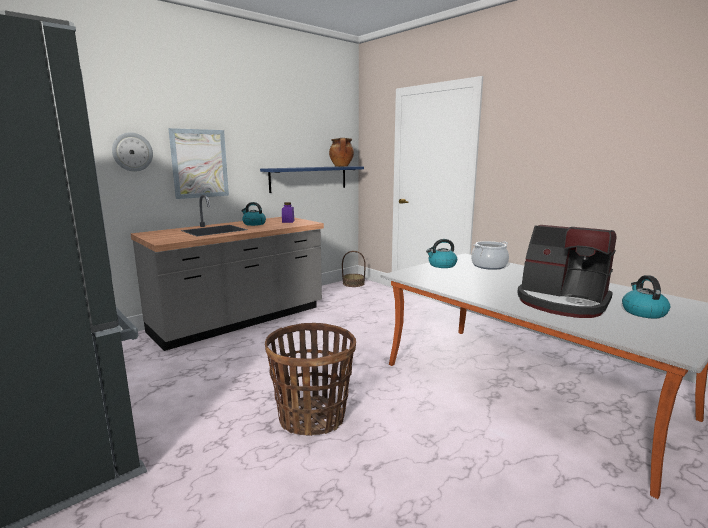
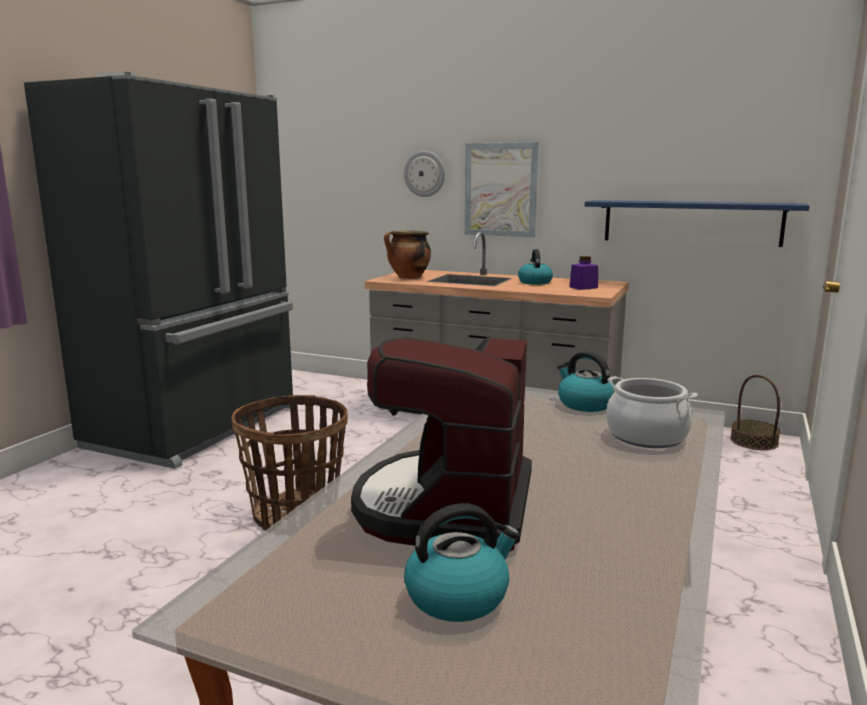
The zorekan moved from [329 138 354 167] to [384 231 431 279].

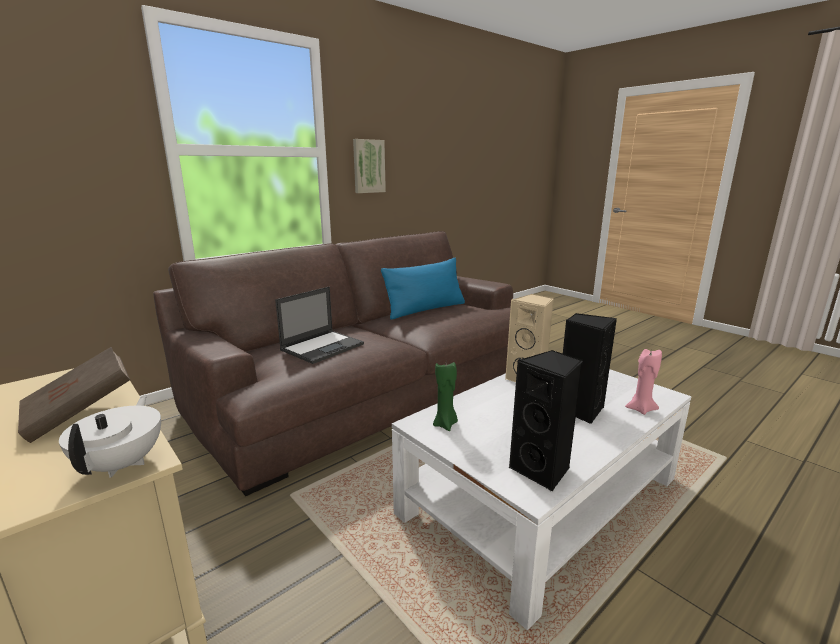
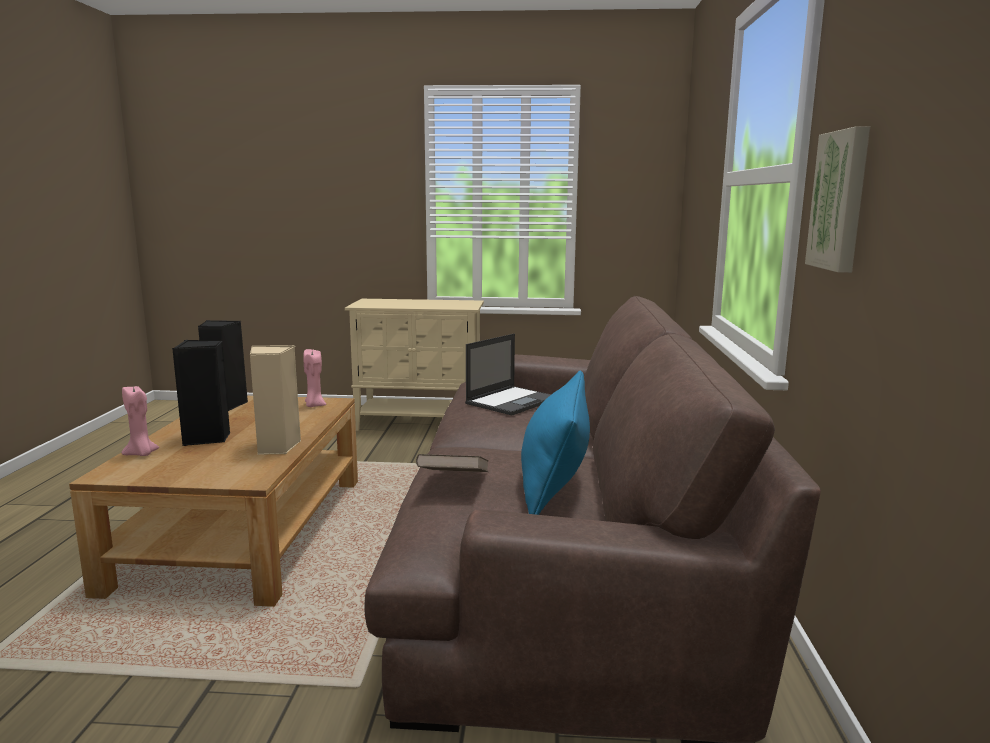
The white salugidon at [59 395 161 478] disappeared. The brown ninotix moved from [18 347 130 443] to [416 454 489 472]. The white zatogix at [392 369 691 630] became the brown zatogix at [69 396 358 607]. The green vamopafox at [433 362 458 431] became the pink vamopafox at [303 349 326 407]. The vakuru at [275 286 364 364] turned 135 degrees counterclockwise.

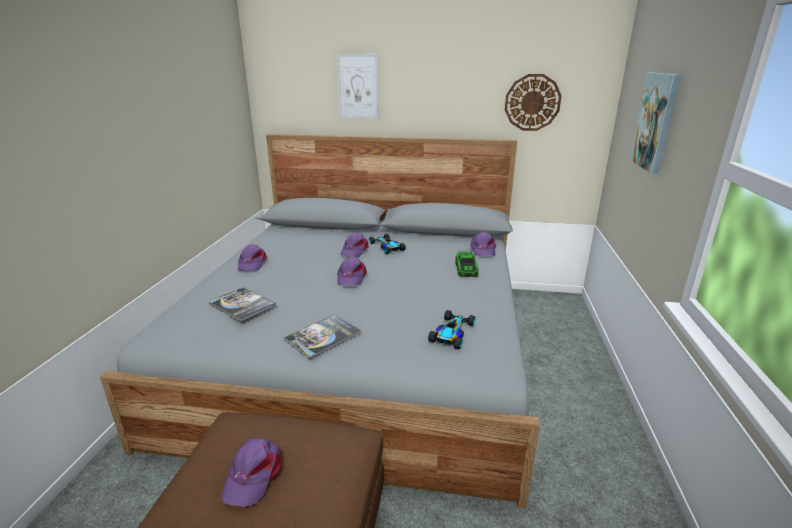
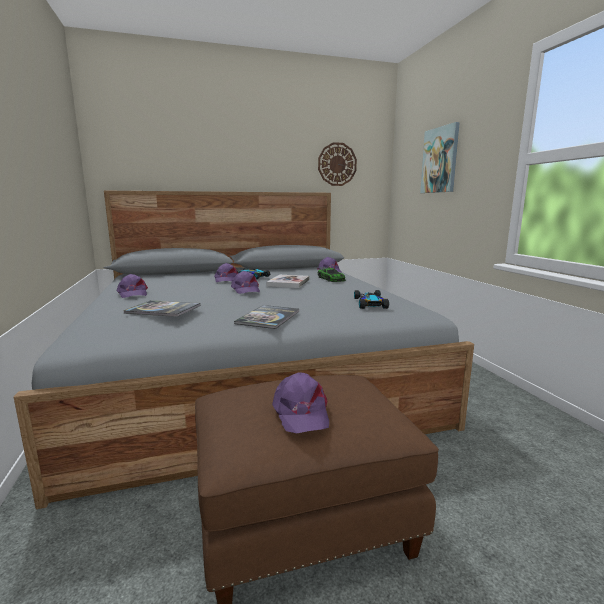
The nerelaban at [336 54 379 119] disappeared. The ninotix at [266 275 309 288] appeared.

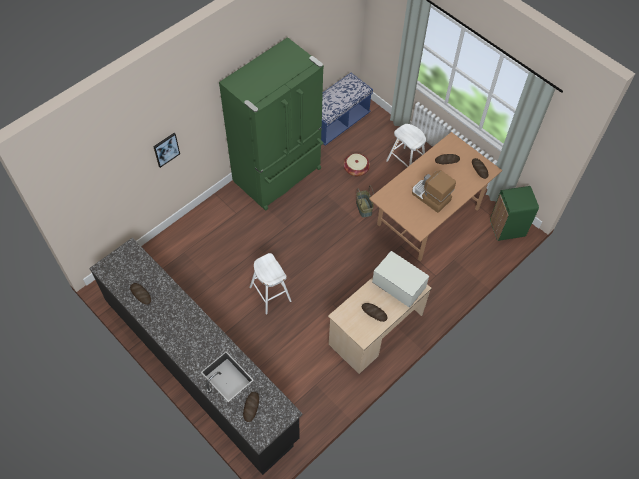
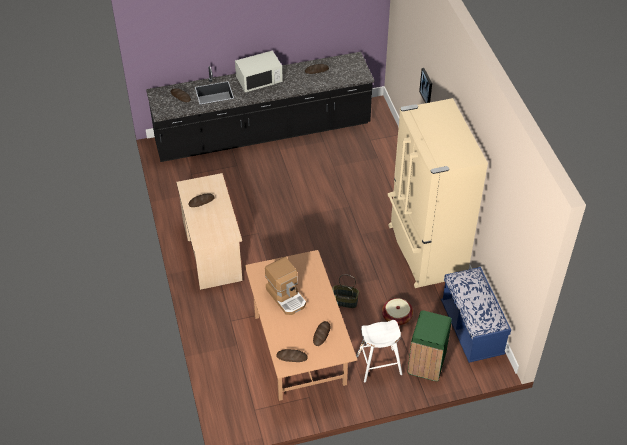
The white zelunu at [249 253 291 314] disappeared. The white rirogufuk moved from [372 251 429 308] to [235 50 283 92]. The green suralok moved from [490 186 539 241] to [408 310 452 381]. The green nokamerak at [219 37 324 211] became the beige nokamerak at [388 98 488 288]. The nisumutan at [412 170 456 213] turned 75 degrees clockwise.

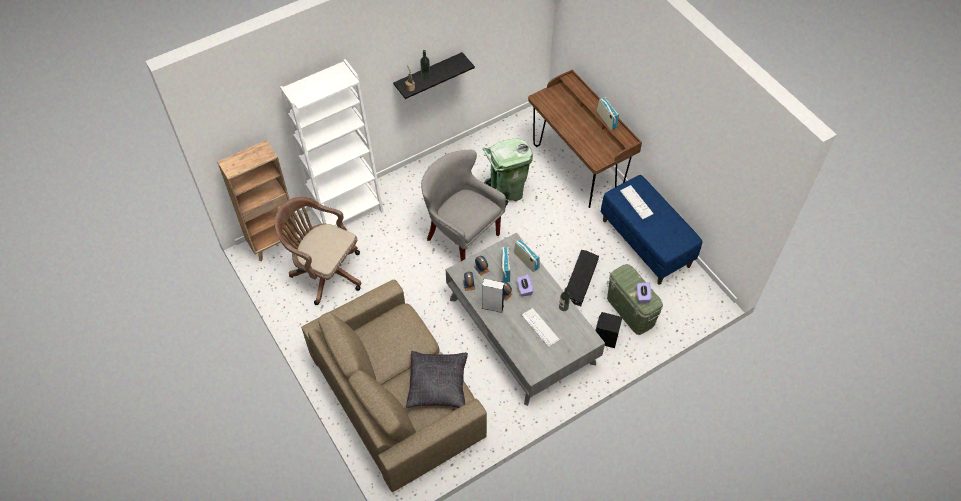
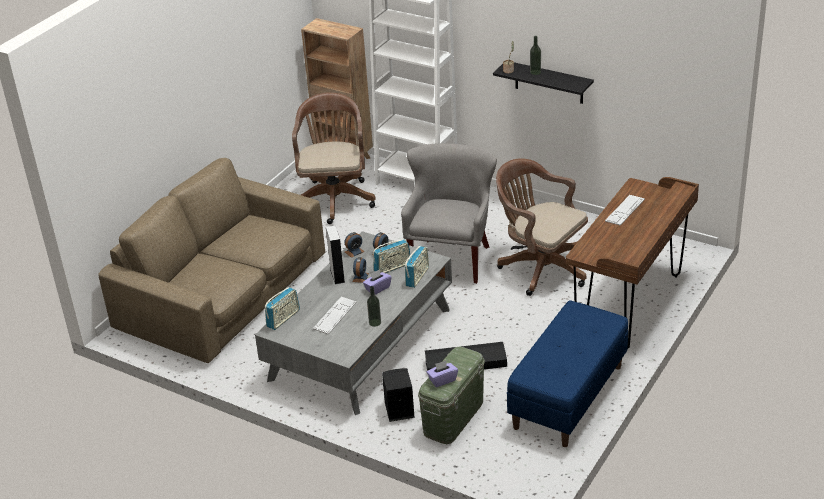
The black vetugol at [406 351 468 408] disappeared. The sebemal moved from [597 97 619 130] to [265 287 300 330]. The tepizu moved from [620 185 654 220] to [605 195 645 226]. The green suralok at [483 138 533 208] was replaced by the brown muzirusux at [496 158 588 296].

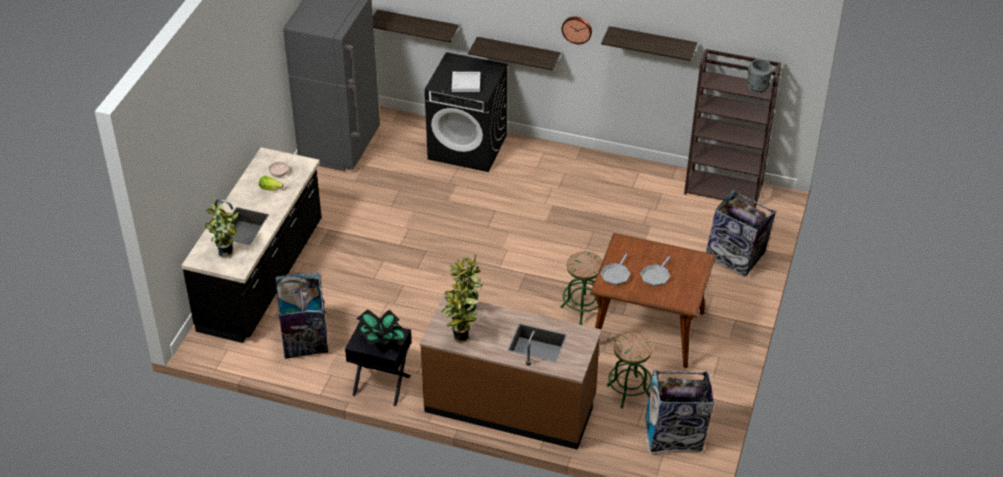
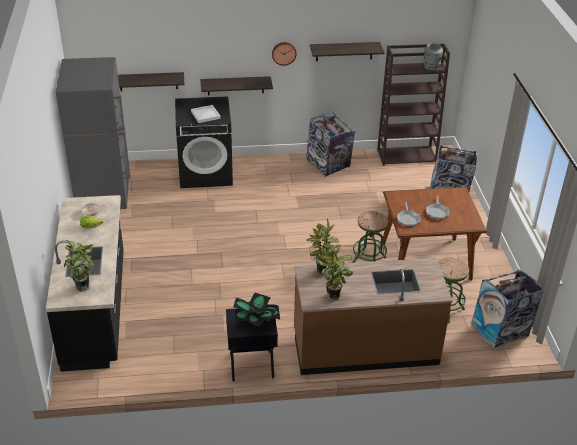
The suralok moved from [275 273 329 359] to [306 113 356 177].

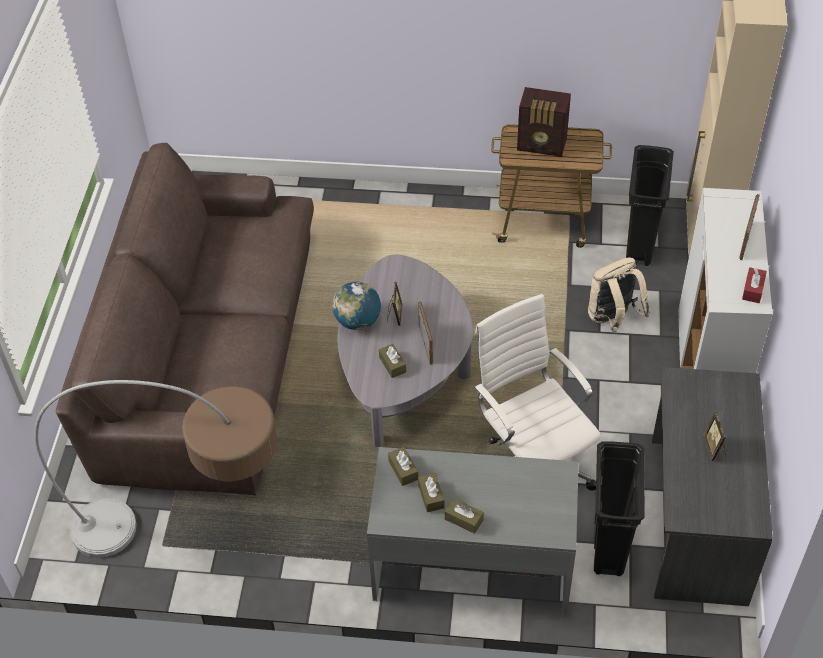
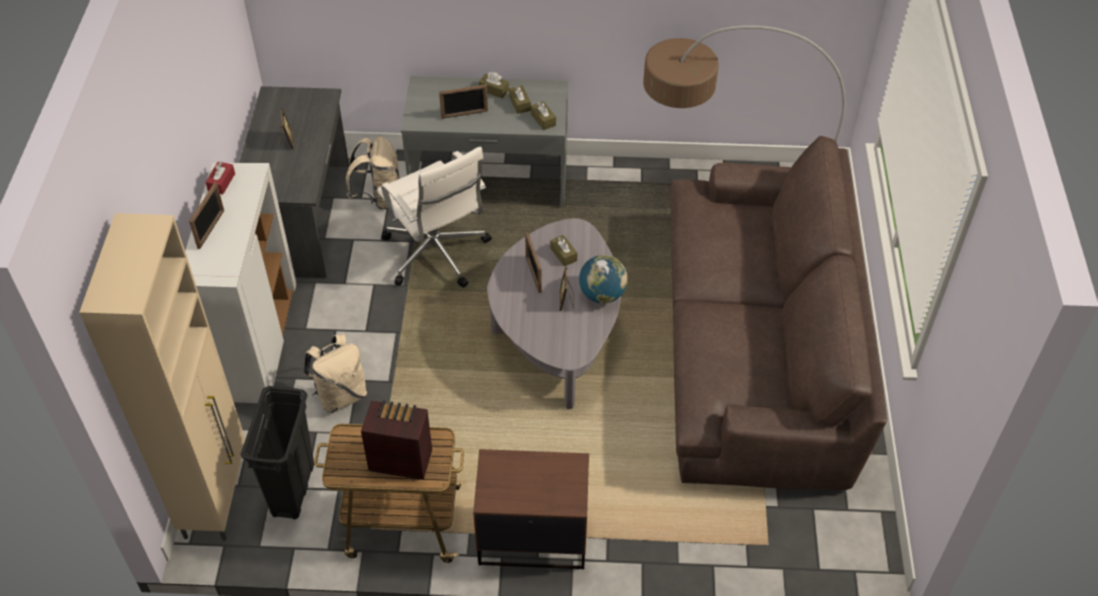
The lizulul at [439 84 488 119] appeared. The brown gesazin at [473 449 589 570] appeared. The black suralok at [594 441 645 576] was replaced by the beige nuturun at [346 137 399 210].

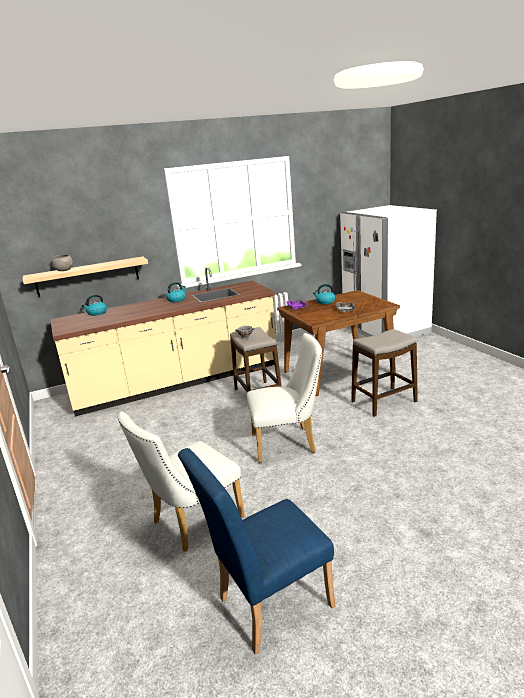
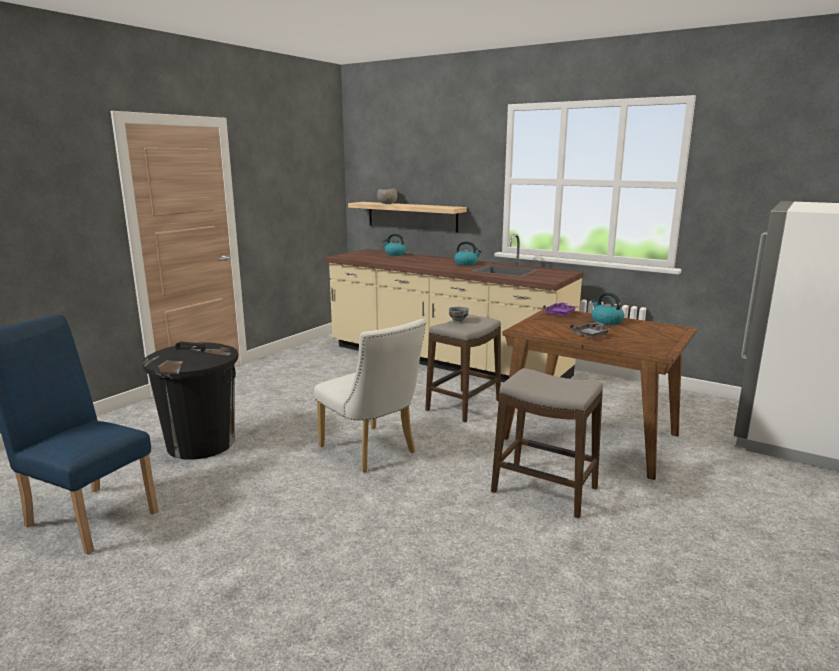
The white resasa at [118 411 245 552] was replaced by the black suralok at [142 342 238 460].

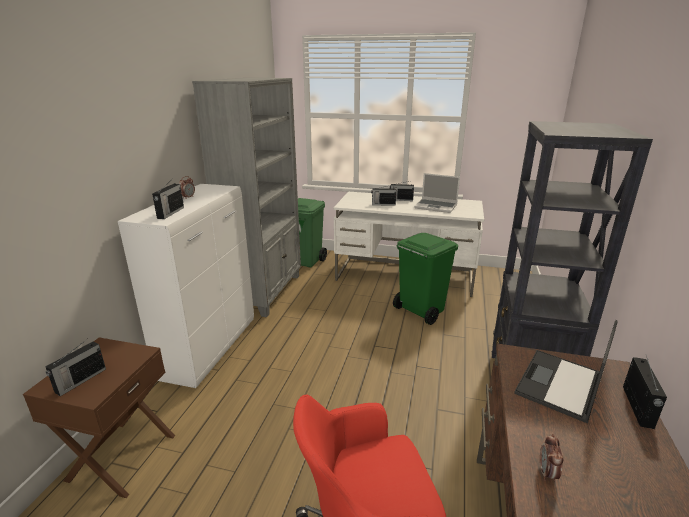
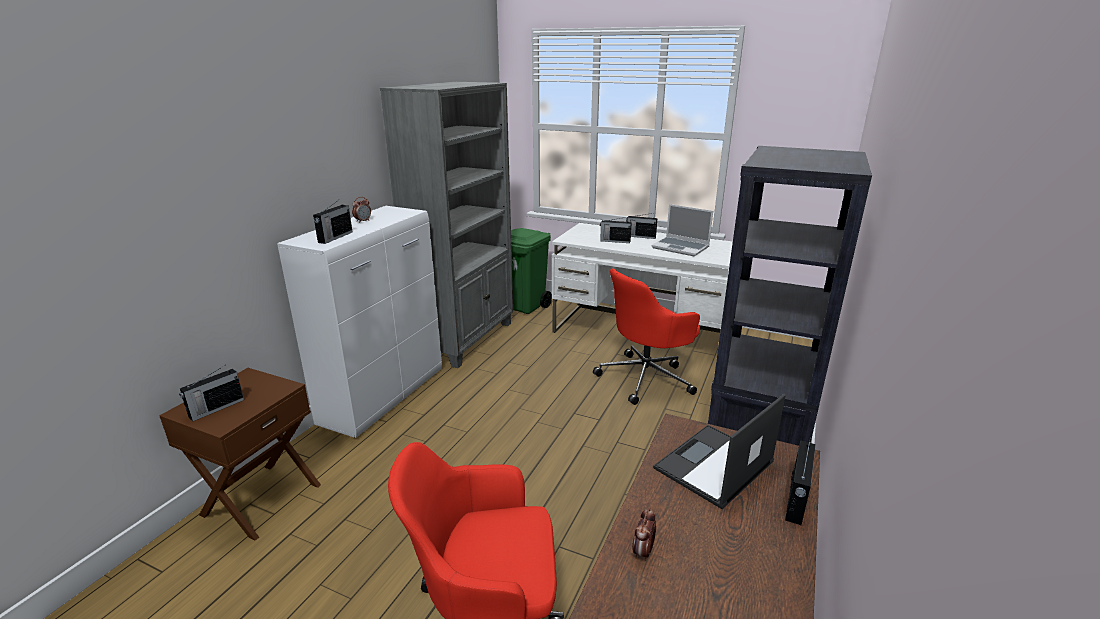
The green suralok at [393 233 458 325] was replaced by the red muzirusux at [593 268 700 405].

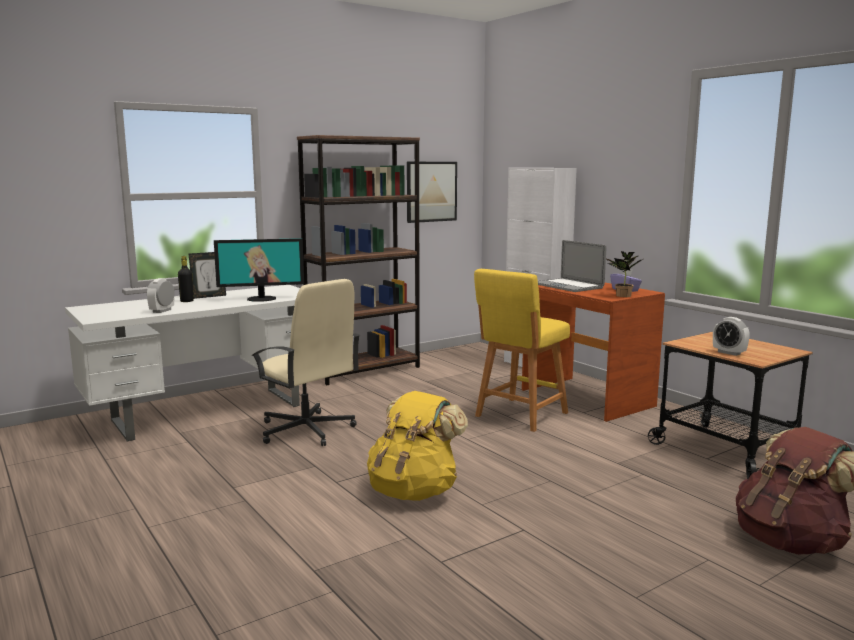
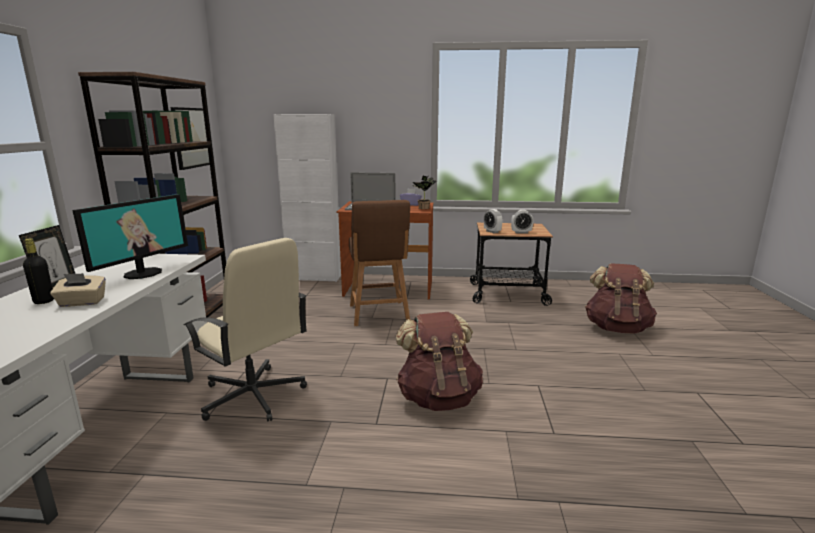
The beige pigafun at [50 273 106 307] appeared. The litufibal moved from [147 278 175 313] to [484 209 503 233]. The yellow nuturun at [367 391 468 501] became the brown nuturun at [396 312 483 411]. The yellow zelunu at [474 269 570 432] became the brown zelunu at [349 200 410 326]. The beige muzirusux at [251 279 360 446] turned 45 degrees clockwise.

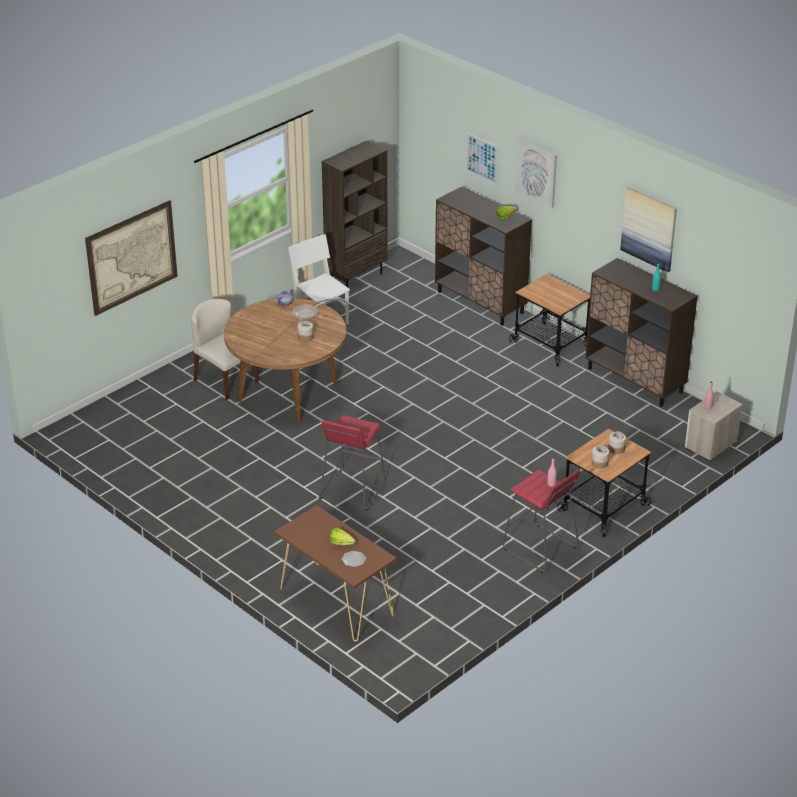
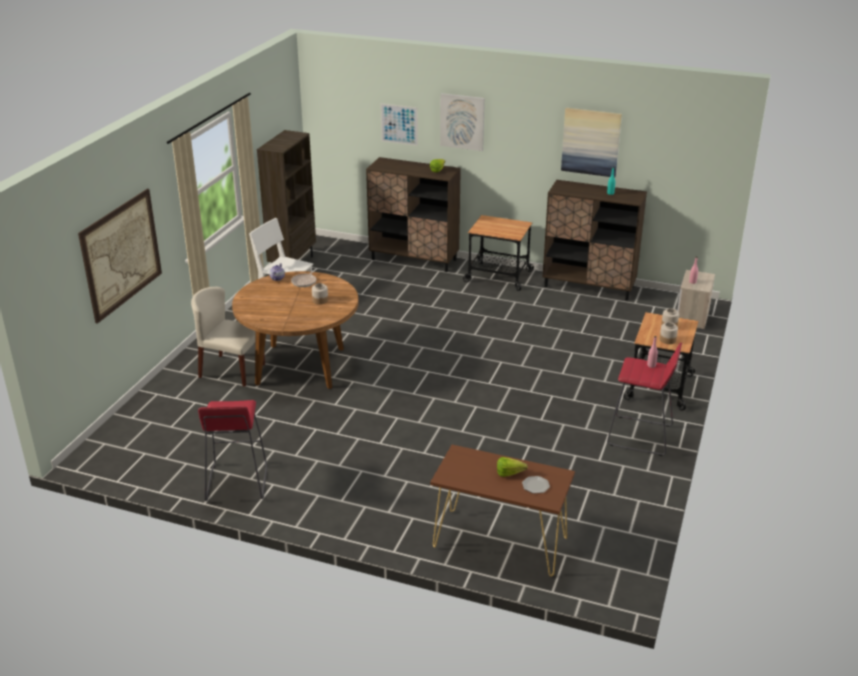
The red zelunu moved from [319 415 385 511] to [198 400 267 501].

